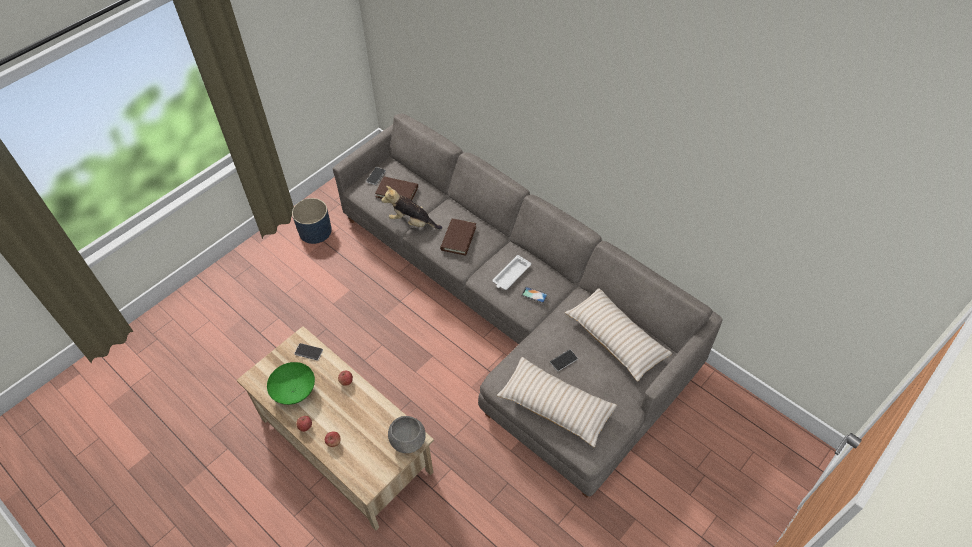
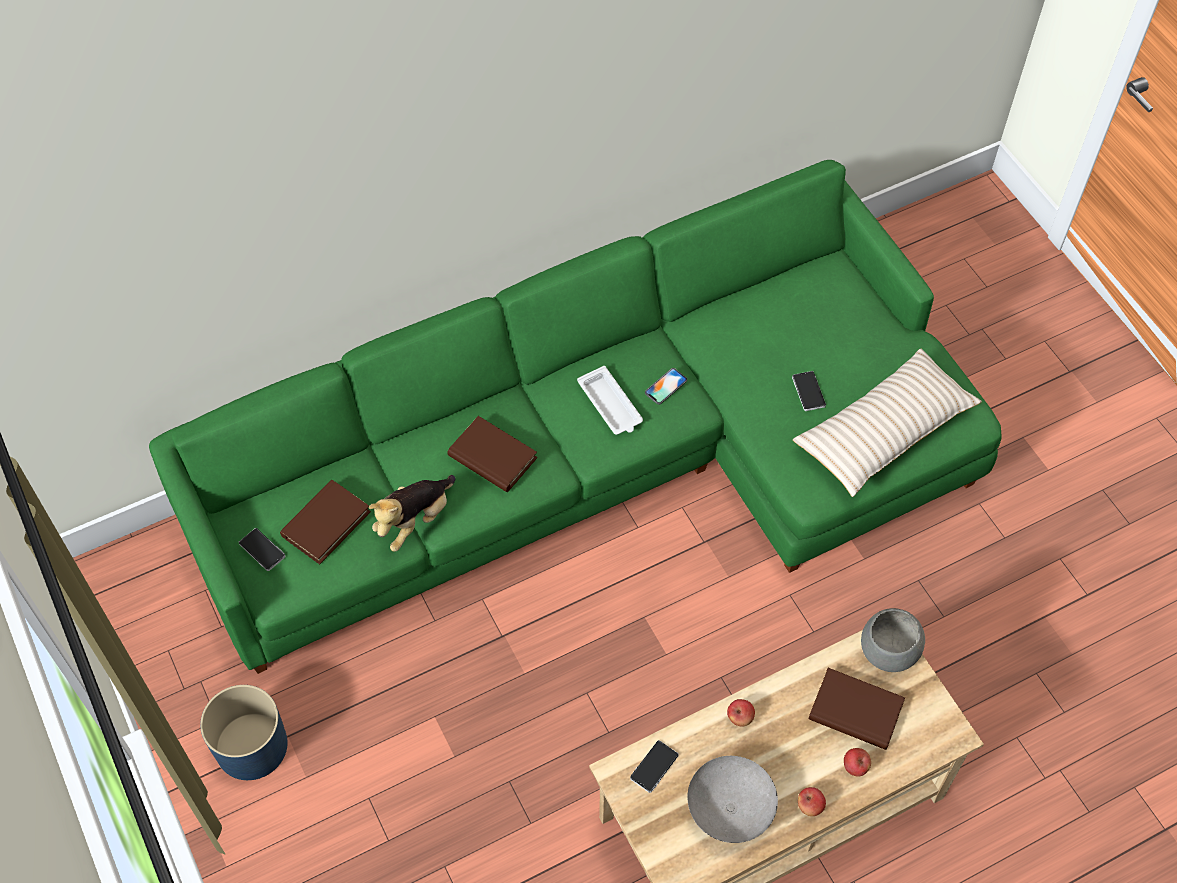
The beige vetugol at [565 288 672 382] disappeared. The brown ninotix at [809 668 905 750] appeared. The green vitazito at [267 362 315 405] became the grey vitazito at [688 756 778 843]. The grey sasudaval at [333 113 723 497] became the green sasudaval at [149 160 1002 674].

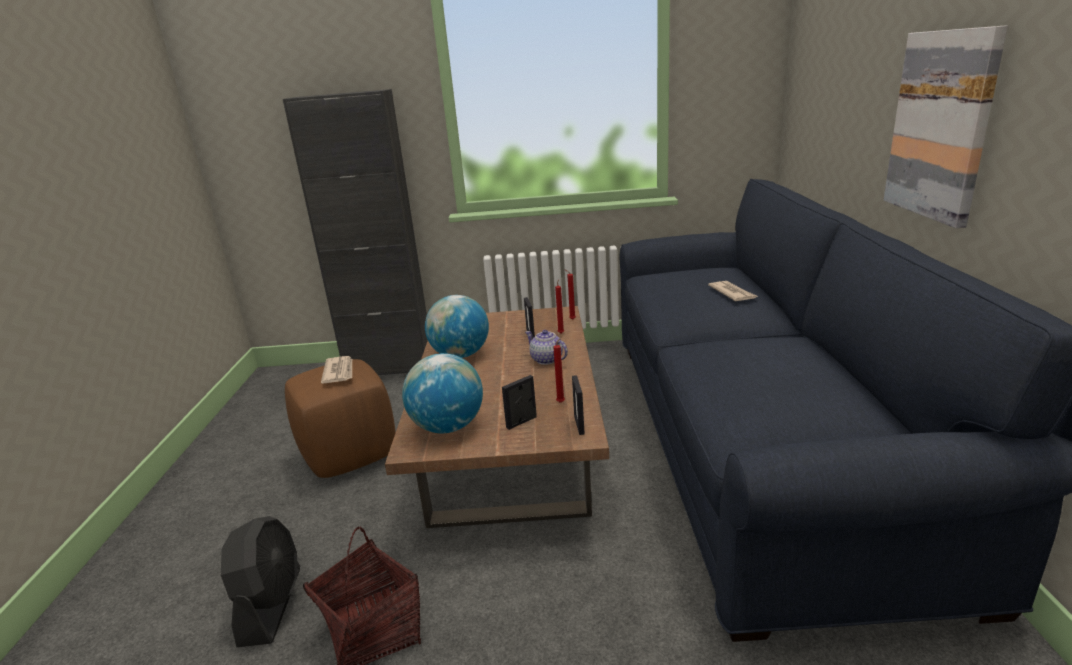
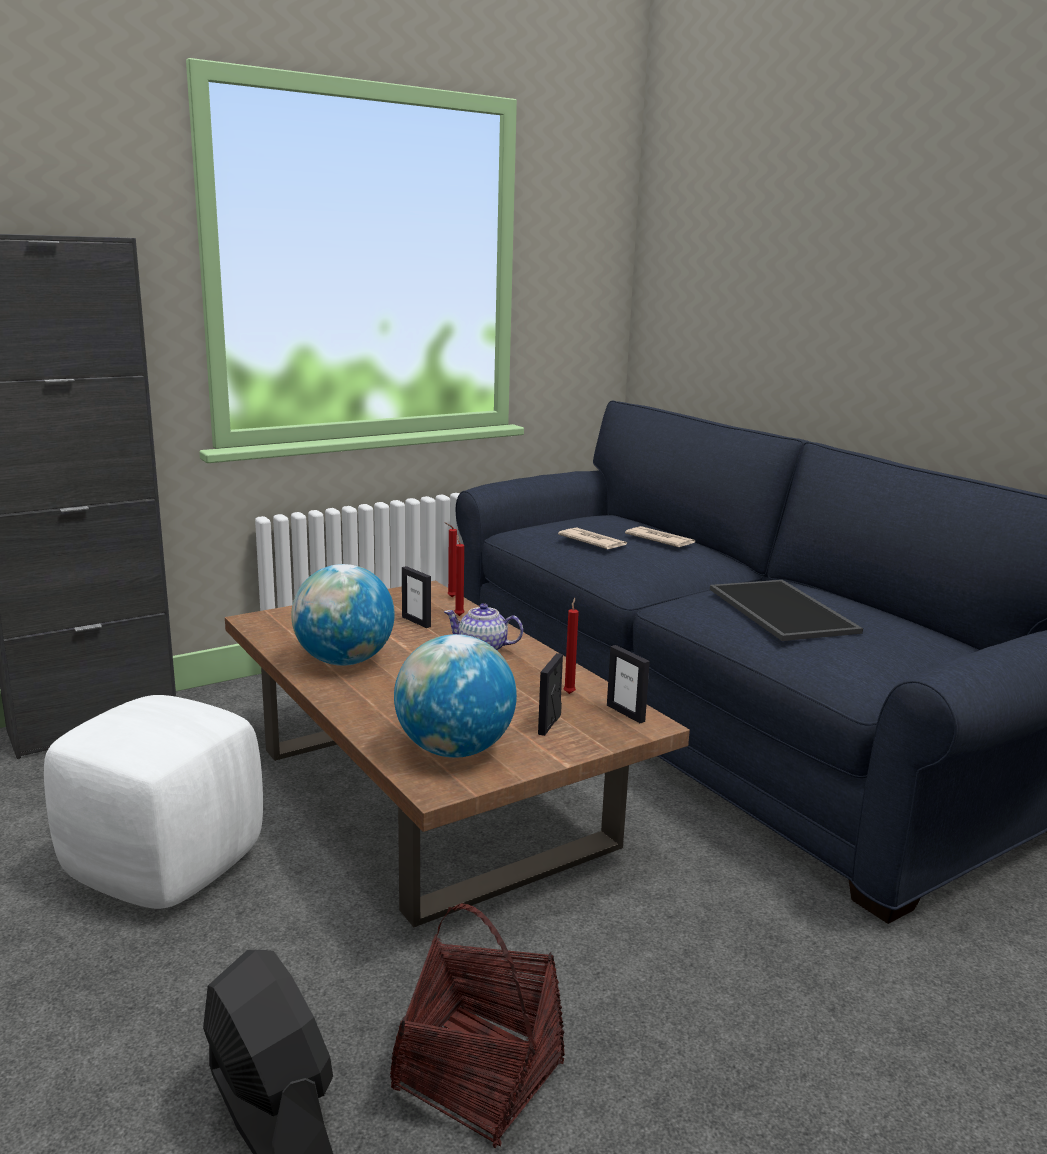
The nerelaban at [884 25 1008 228] disappeared. The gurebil at [710 580 863 641] appeared. The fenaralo moved from [321 356 352 384] to [558 528 627 549]. The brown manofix at [285 359 396 478] became the white manofix at [44 695 263 909].

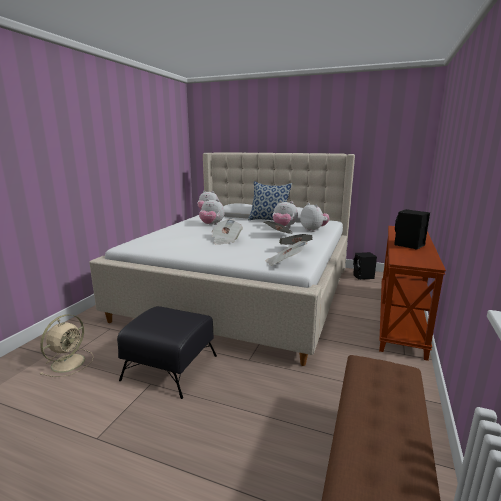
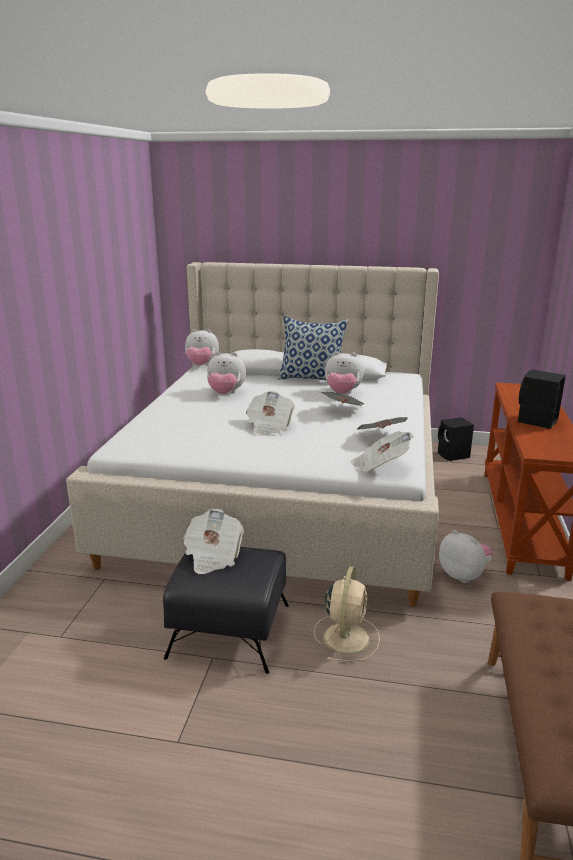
The fenaralo at [183 509 244 574] appeared. The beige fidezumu moved from [40 314 94 377] to [314 566 380 662]. The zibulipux moved from [300 203 329 232] to [439 530 493 583].

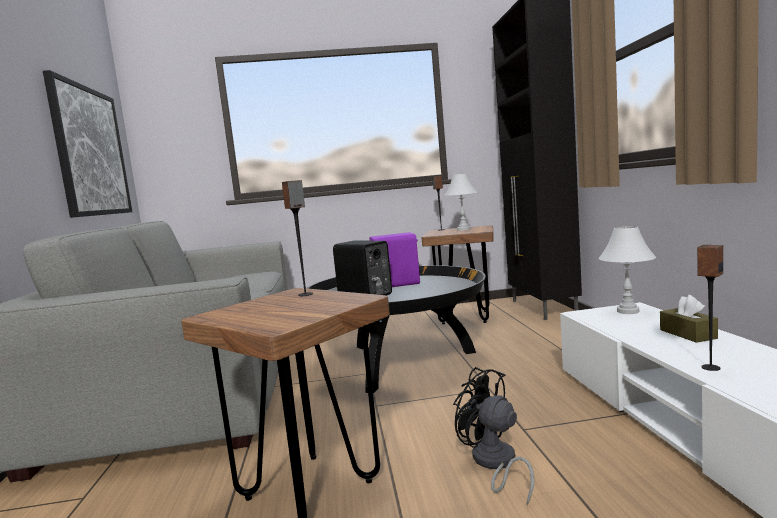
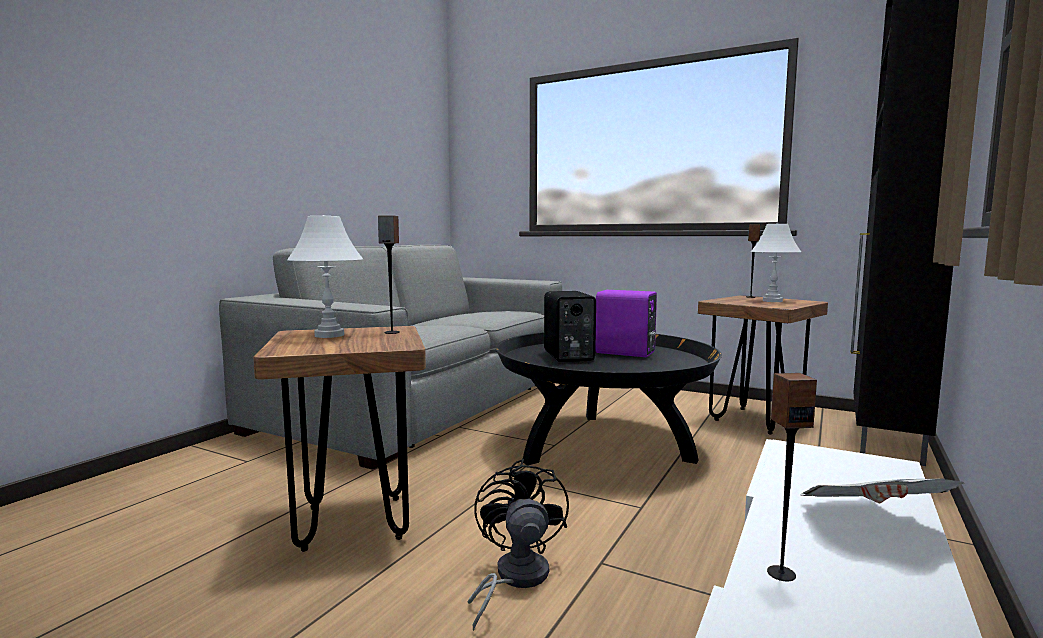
The nerelaban at [43 70 132 218] disappeared. The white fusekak moved from [599 226 656 314] to [287 215 363 338]. The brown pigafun at [660 295 718 343] was replaced by the fenaralo at [802 479 965 503].

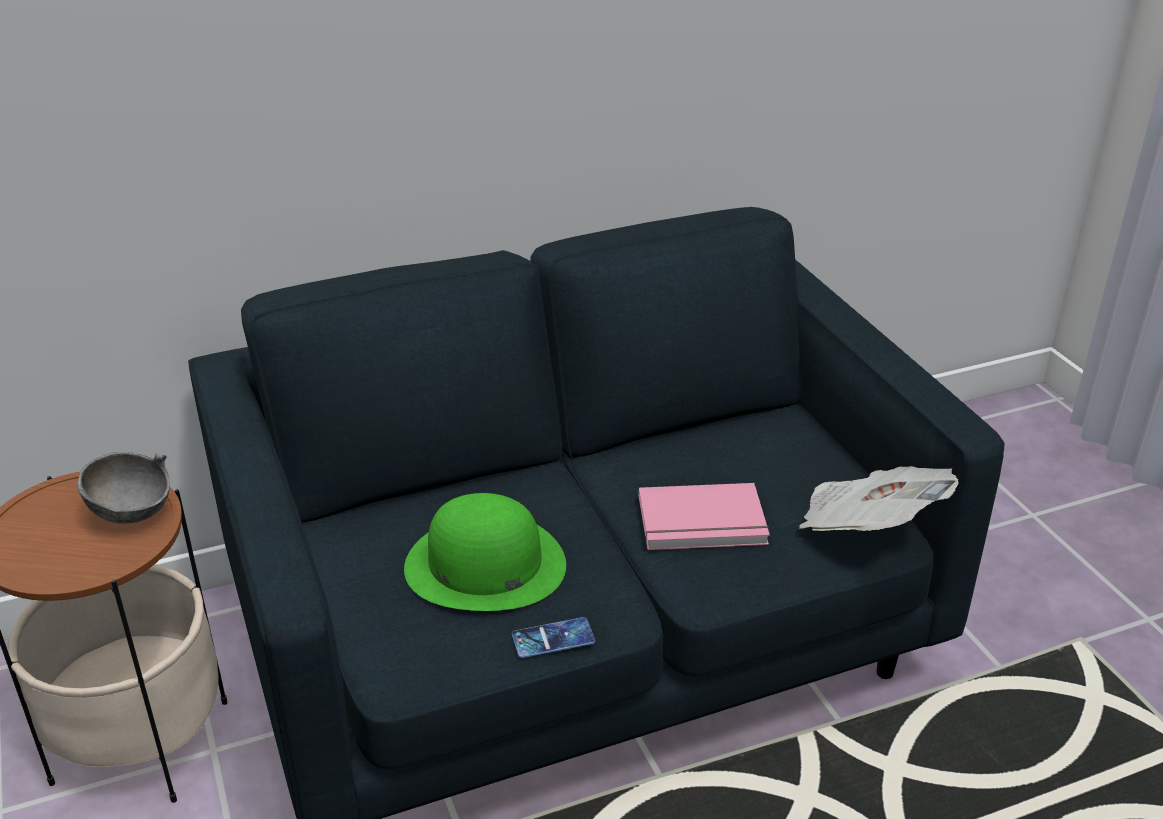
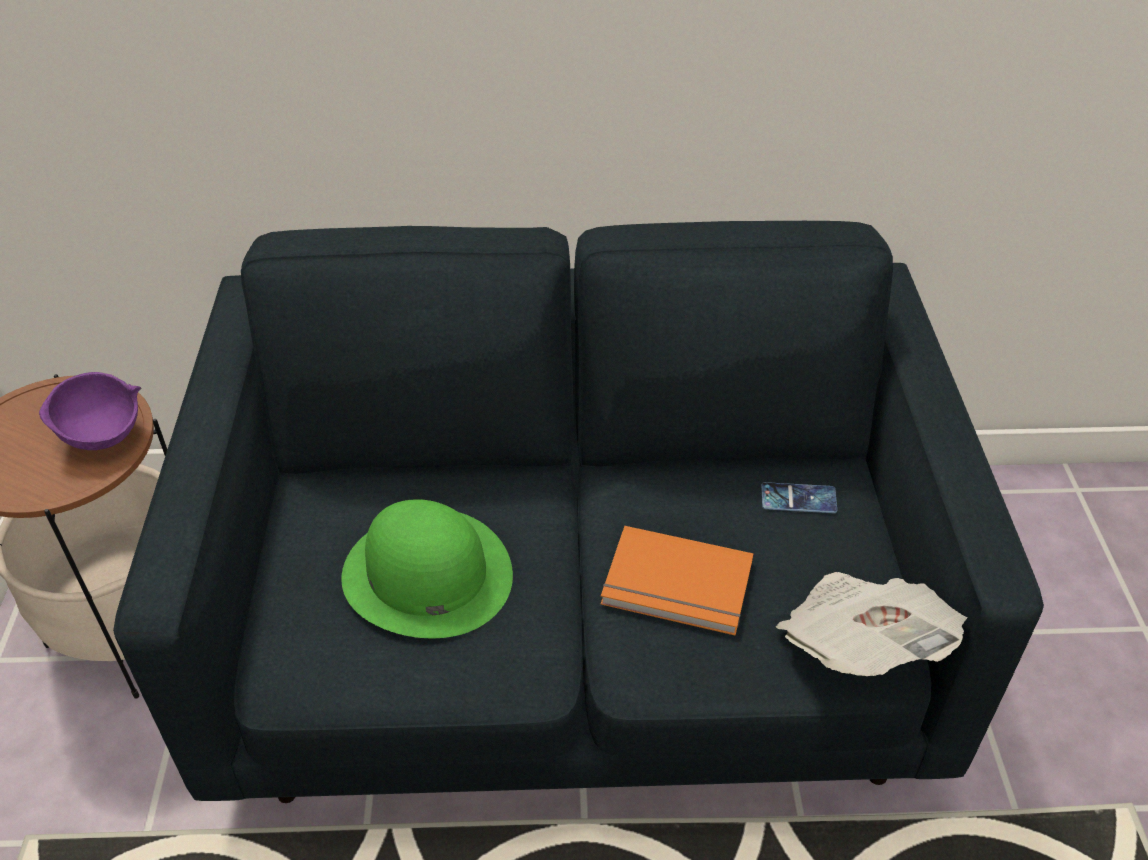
The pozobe moved from [512 617 595 658] to [762 482 837 513]. The grey vitazito at [78 452 170 523] became the purple vitazito at [39 372 141 450]. The pink ninotix at [639 483 770 550] became the orange ninotix at [601 526 753 635].

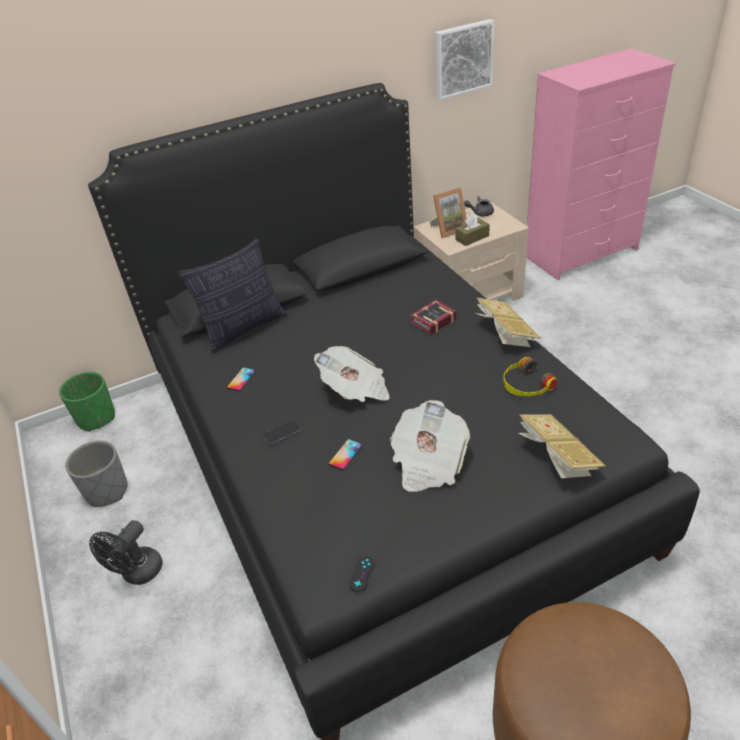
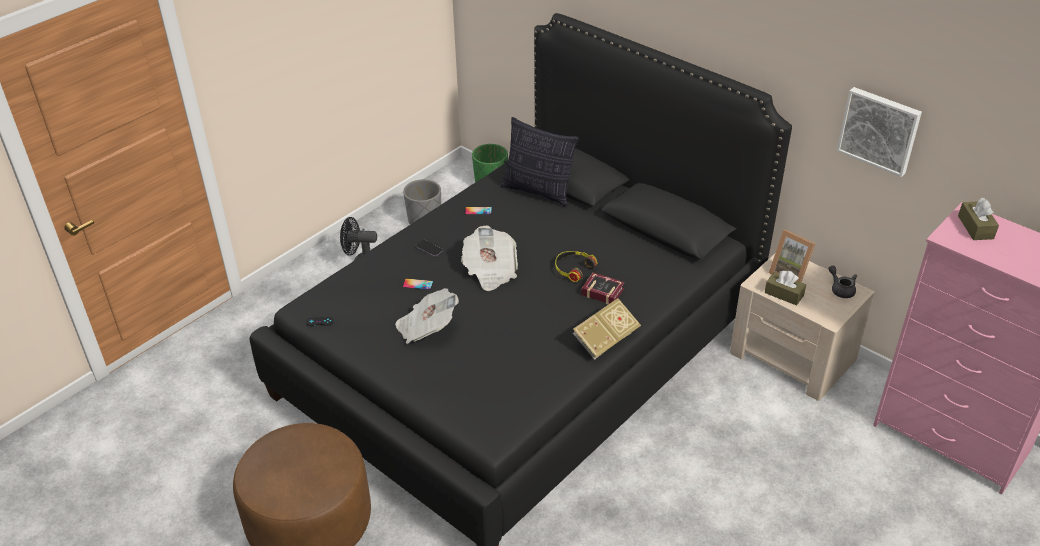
The ninotix at [518 414 606 478] disappeared. The brown pigafun at [958 198 999 240] appeared. The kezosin moved from [503 357 557 396] to [555 251 597 282].

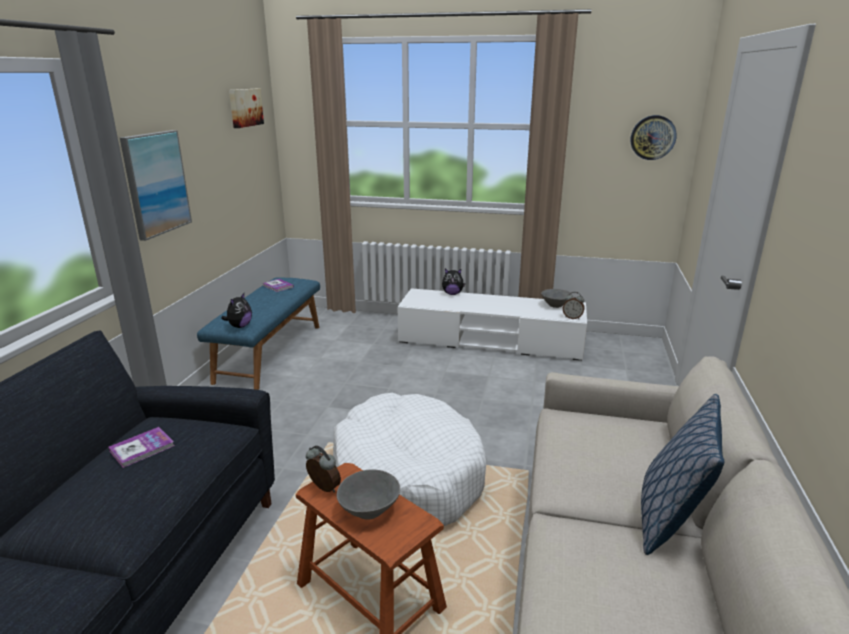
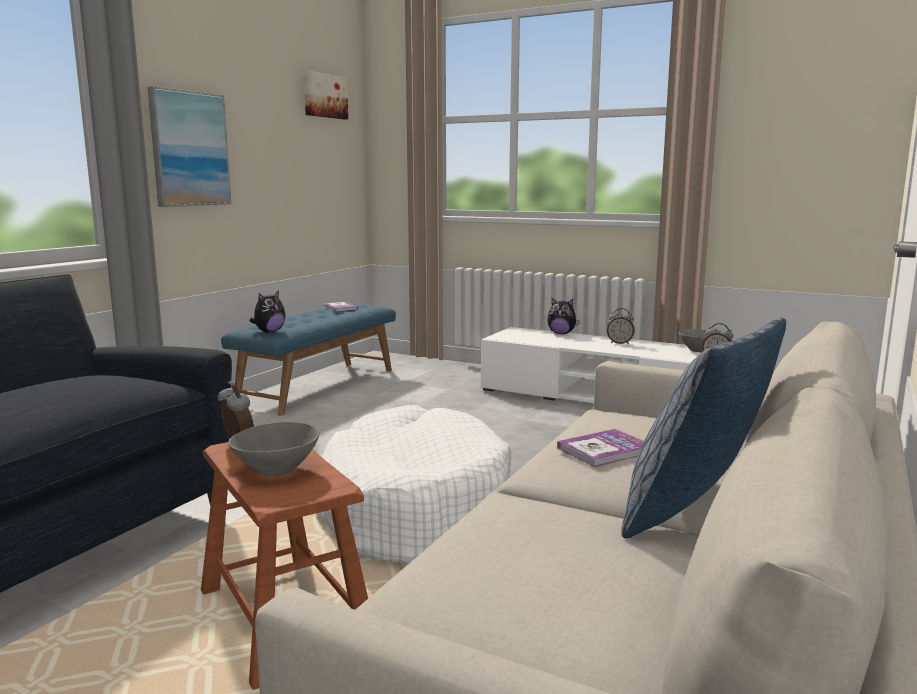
The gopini at [631 115 677 160] disappeared. The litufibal at [607 308 635 344] appeared. The ninotix moved from [108 427 175 468] to [557 429 644 467].

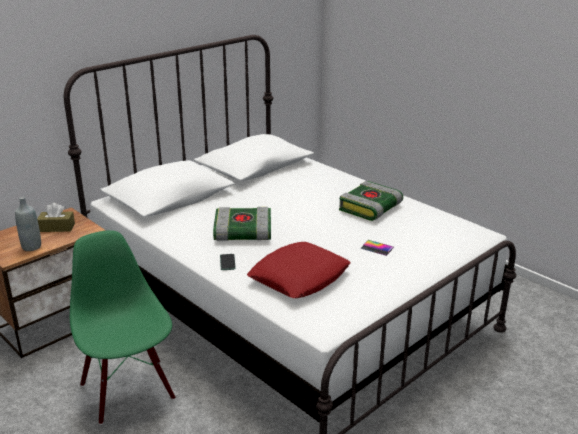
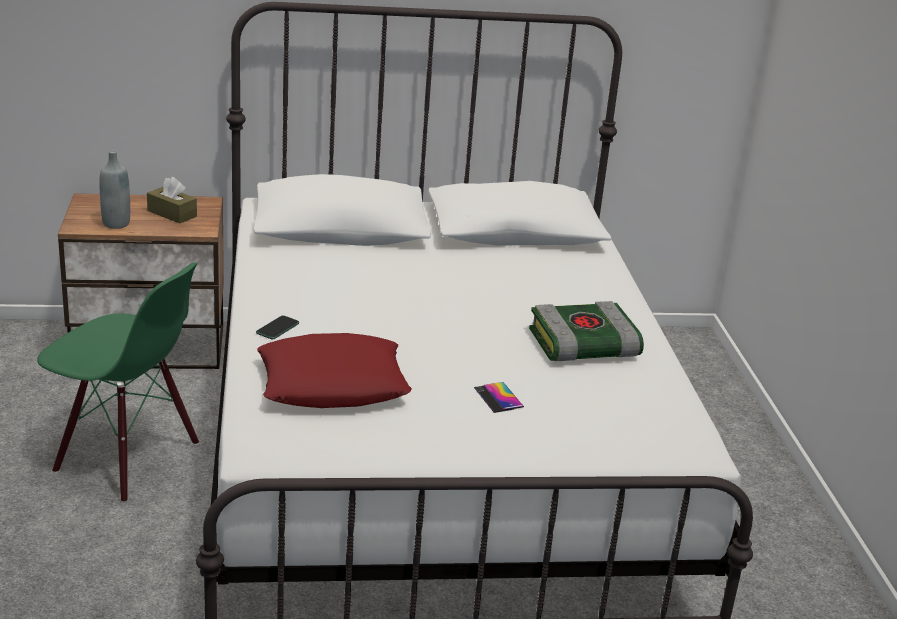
The ninotix at [213 207 271 241] disappeared. The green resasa at [70 230 175 425] turned 105 degrees clockwise.

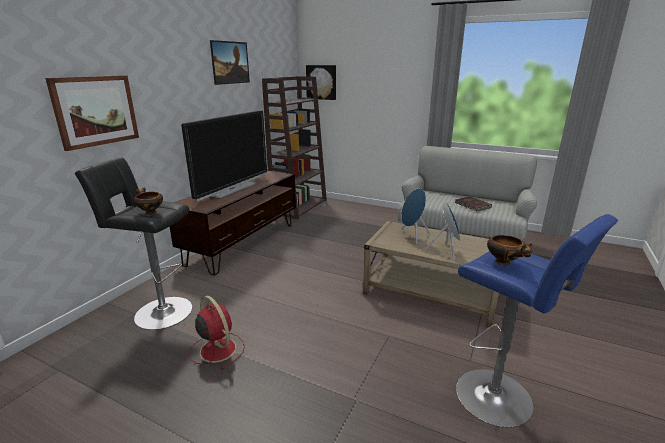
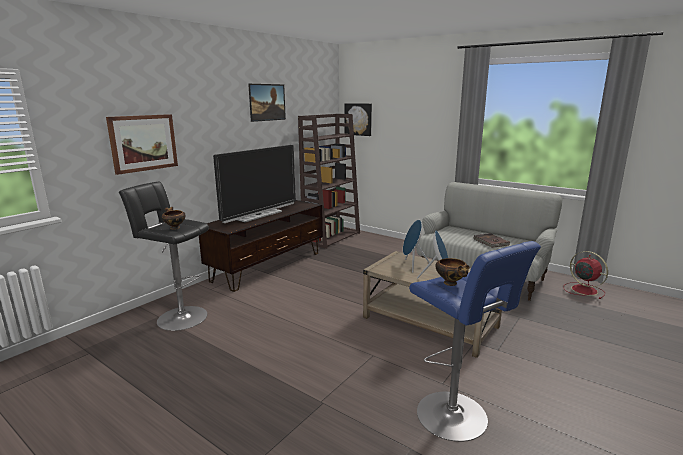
The red fidezumu moved from [188 296 245 369] to [563 251 608 299].

